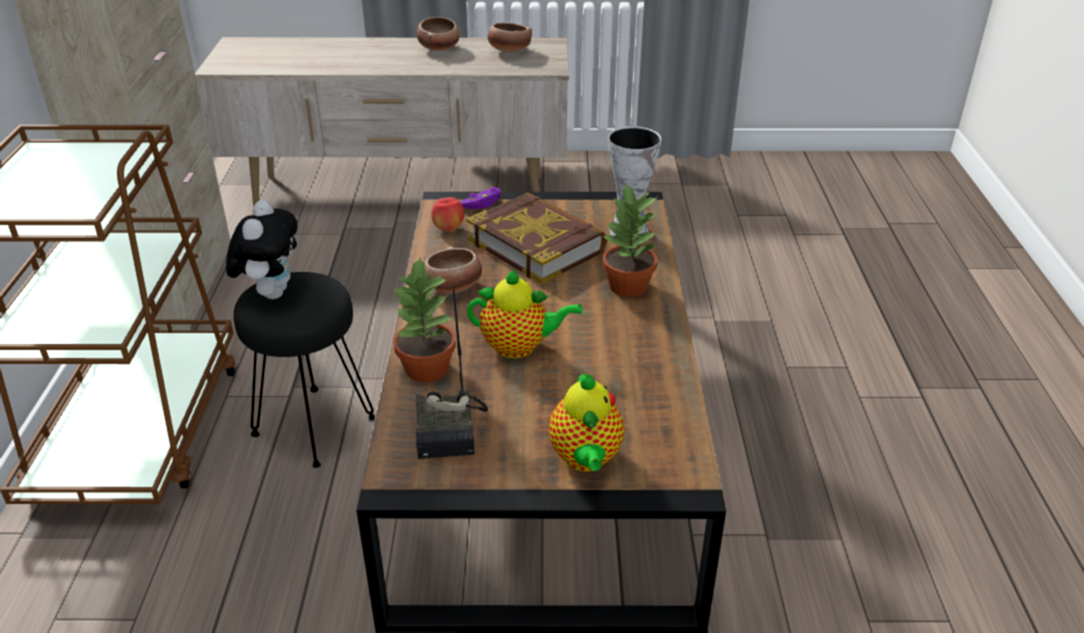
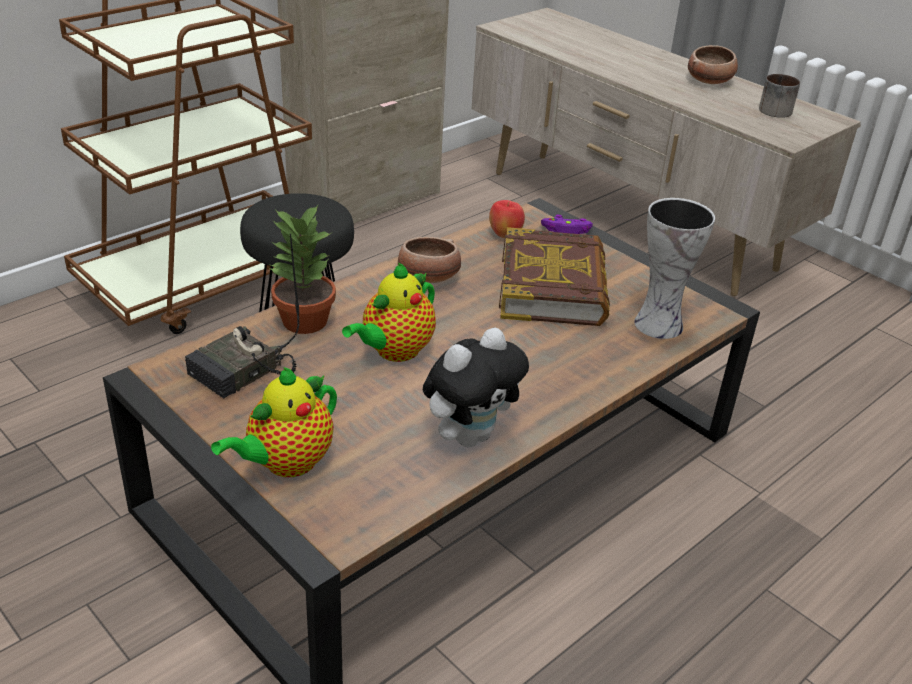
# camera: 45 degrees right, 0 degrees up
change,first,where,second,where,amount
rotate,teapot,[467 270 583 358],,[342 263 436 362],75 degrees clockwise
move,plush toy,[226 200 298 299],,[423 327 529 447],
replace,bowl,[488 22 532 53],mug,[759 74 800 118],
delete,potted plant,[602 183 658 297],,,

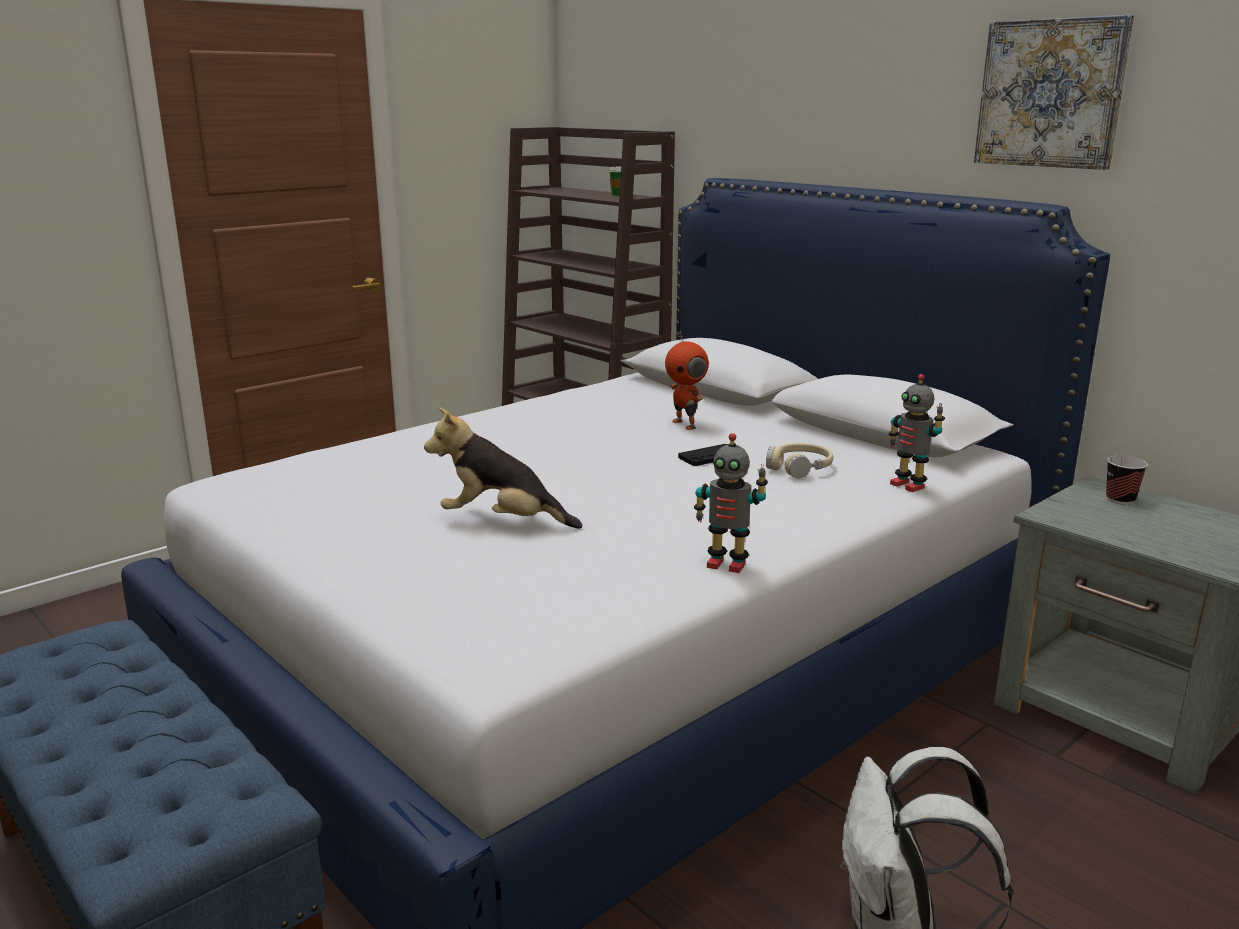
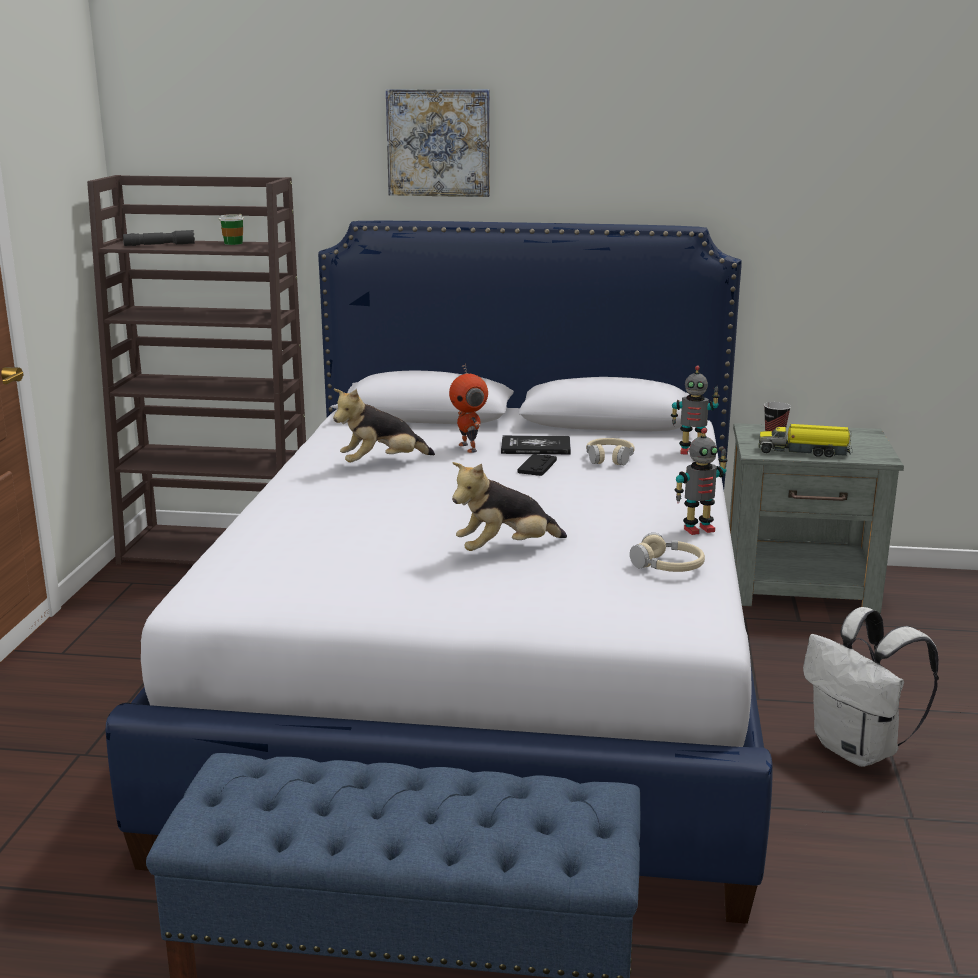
# camera: 40 degrees left, 0 degrees up
change,first,where,second,where,amount
insert,,,grey flashlight,[123 230 195 246],
insert,,,plush toy,[333 389 435 463],
move,picture,[974 15 1134 170],,[386 89 490 197],
rotate,toy robot,[665 330 709 430],,[449 363 488 453],45 degrees clockwise
insert,,,book,[501 435 571 455],
insert,,,beige headphones,[630 533 705 572],
insert,,,toy truck,[759 424 853 457],

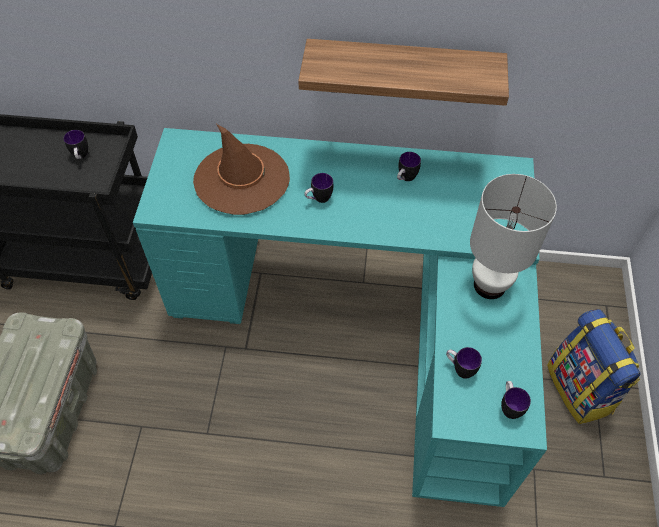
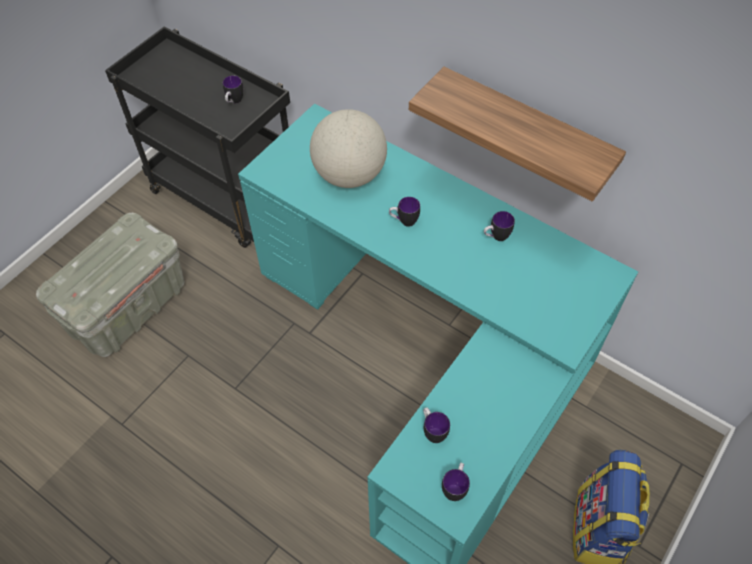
# camera: 30 degrees right, 0 degrees up
change,first,where,second,where,amount
replace,brown hat,[193 124 290 215],globe,[310 109 387 188],
delete,white table lamp,[470 174 557 299],,,

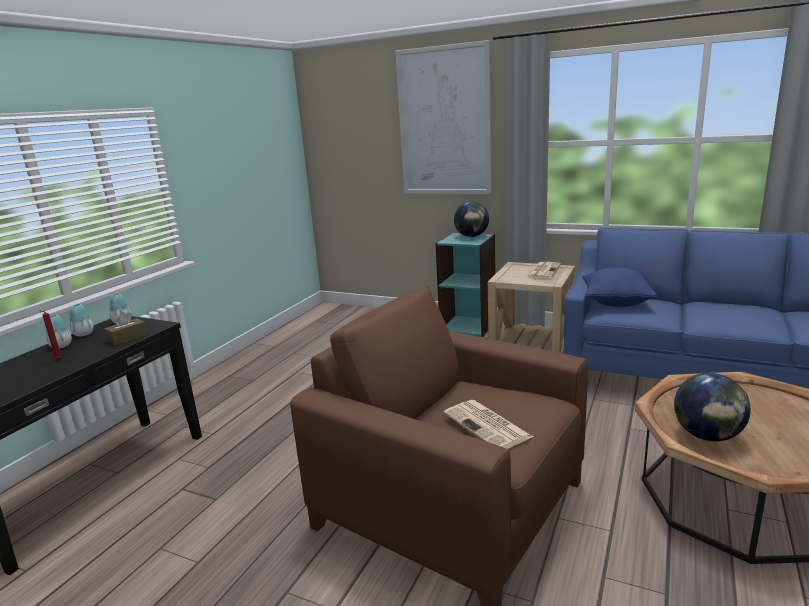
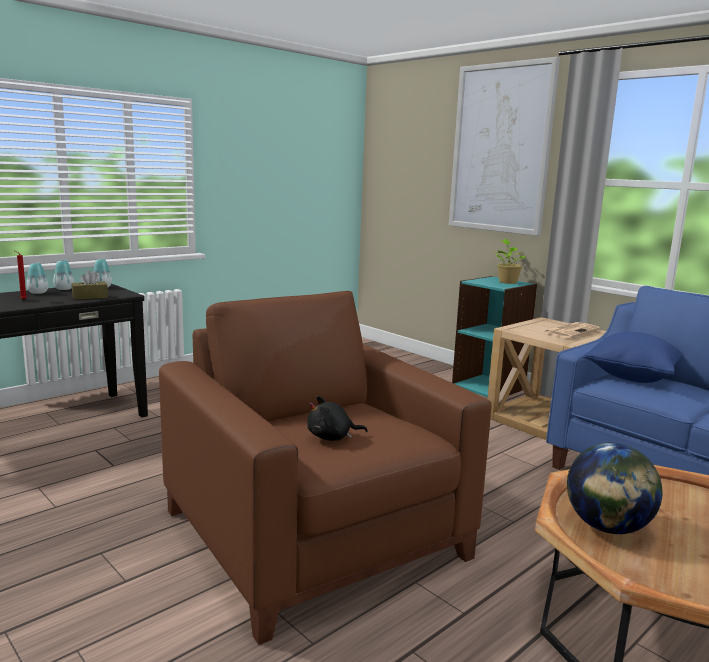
# camera: 20 degrees right, 5 degrees down
change,first,where,second,where,amount
replace,newspaper,[443 400 533 449],black plush toy,[307 396 368 441],
replace,globe,[454 201 489 237],potted plant,[493 239 525 284],

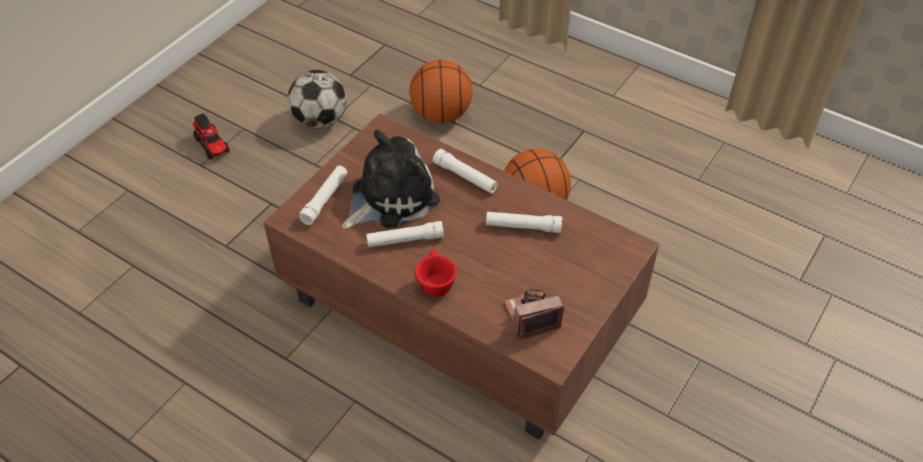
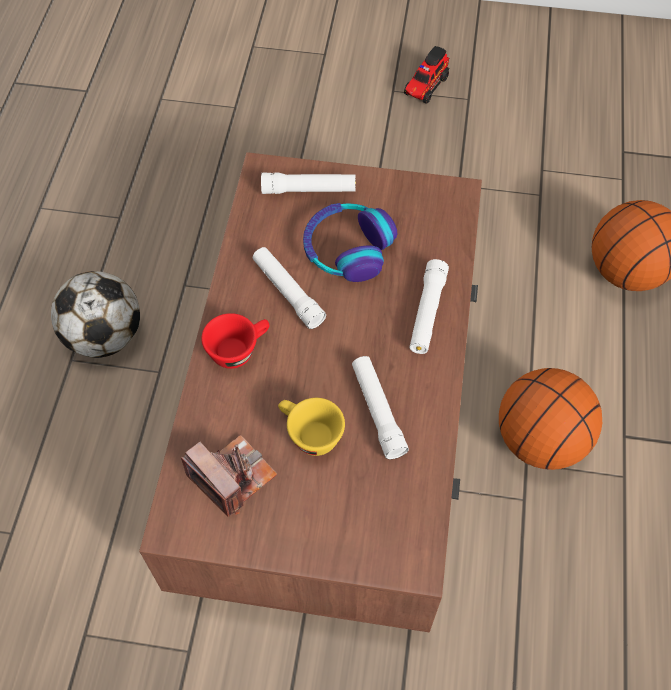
# camera: 65 degrees right, 10 degrees up
change,first,where,second,where,amount
move,football,[288 70 346 129],,[51 271 140 358],
insert,,,yellow cup,[278 398 345 456],
replace,plush toy,[342 130 440 229],headphones,[303 203 397 282],

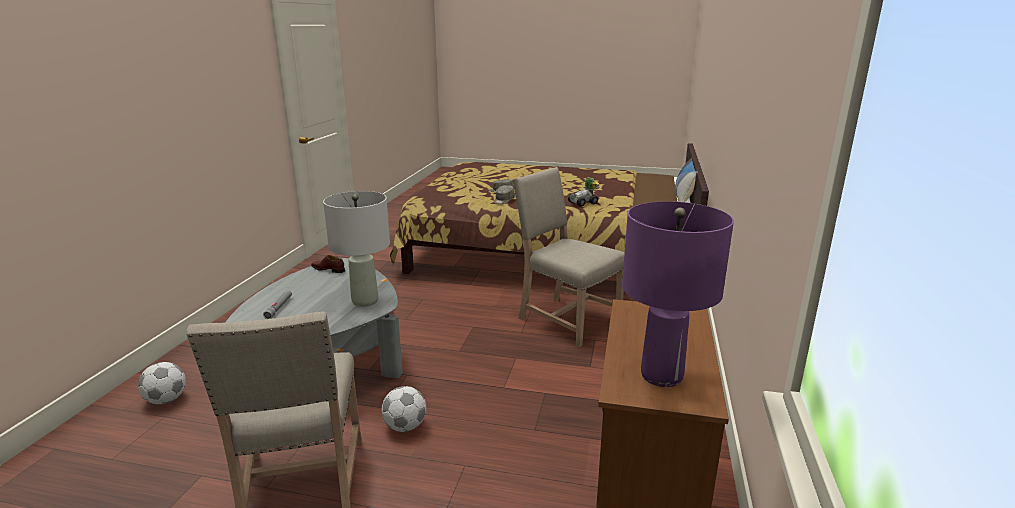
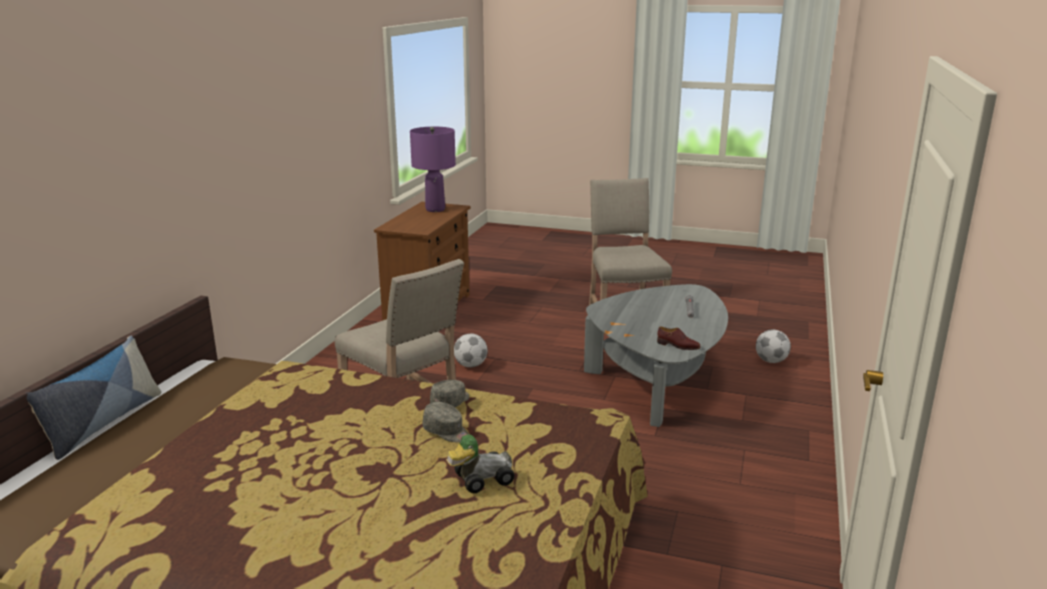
# camera: 175 degrees left, 0 degrees up
change,first,where,second,where,amount
move,toy car,[568 177 600 207],,[446 435 515 493],
move,football,[382 386 426 432],,[454 333 487 367],
delete,grey table lamp,[323 191 390 307],,,

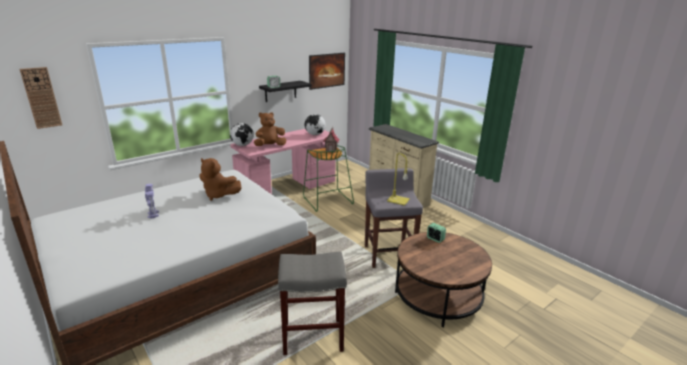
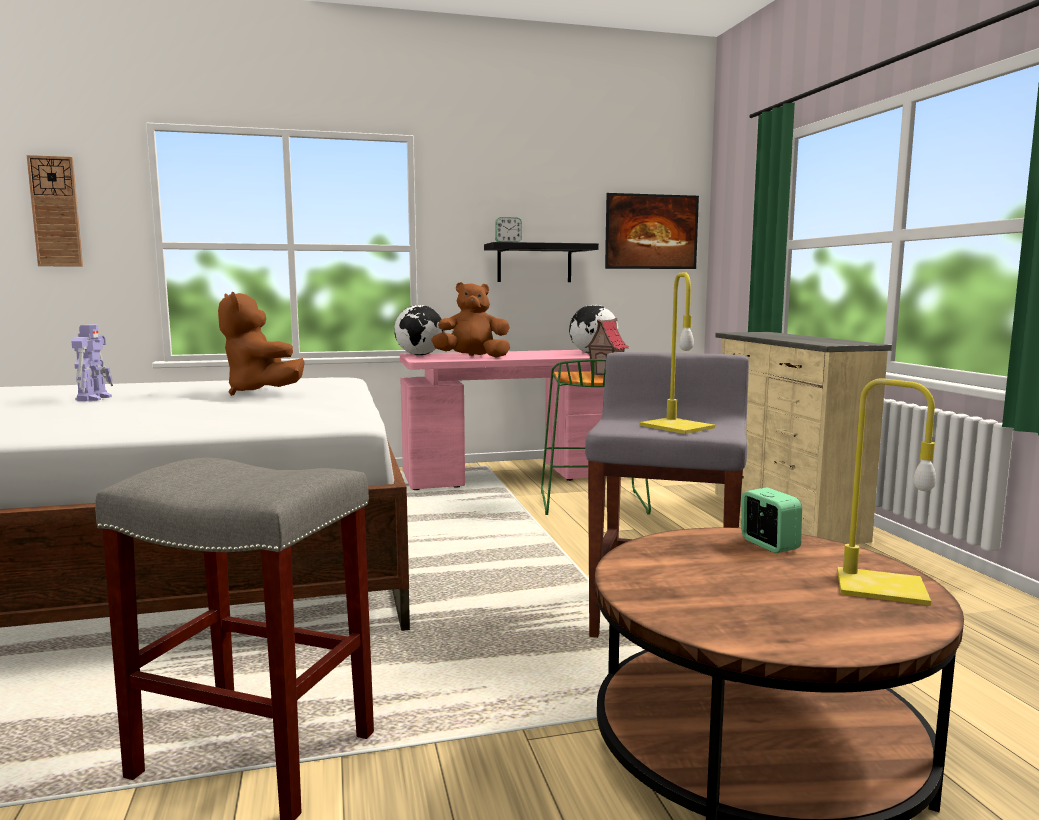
# camera: 25 degrees right, 15 degrees down
change,first,where,second,where,amount
insert,,,yellow table lamp,[837 378 936 606],

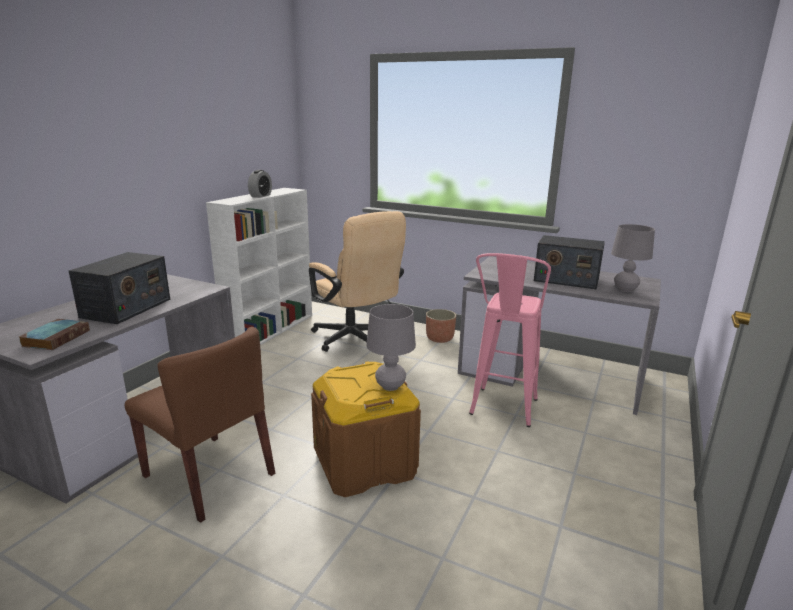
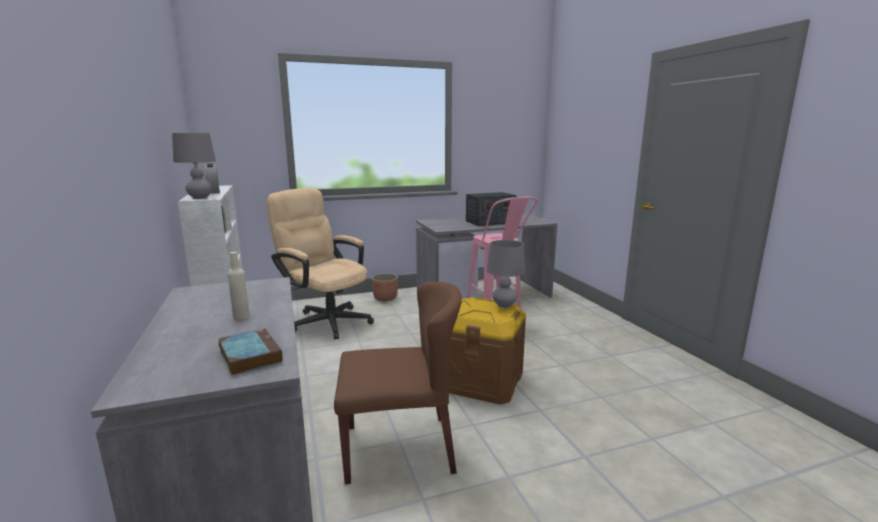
# camera: 45 degrees left, 5 degrees down
change,first,where,second,where,amount
move,grey table lamp,[611 224 655 292],,[172 133 216 199],
replace,radio,[69 252 170 324],beige bottle,[228 252 250 320],
rotate,beige office chair,[309 211 406 352],,[267 188 374 340],150 degrees counterclockwise

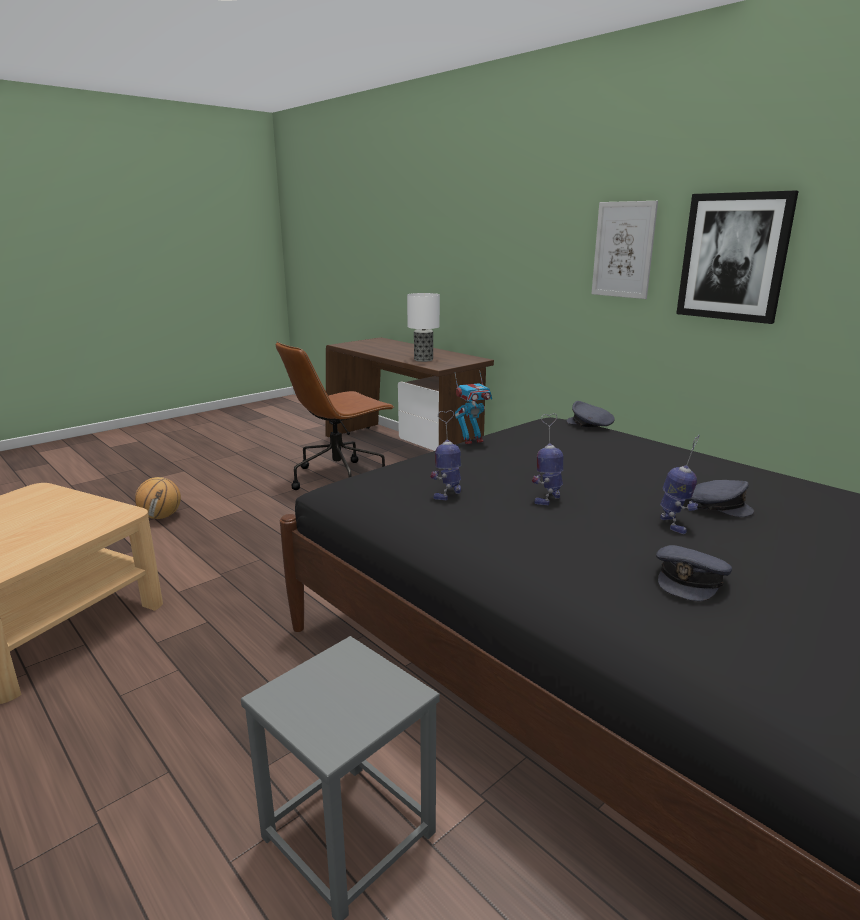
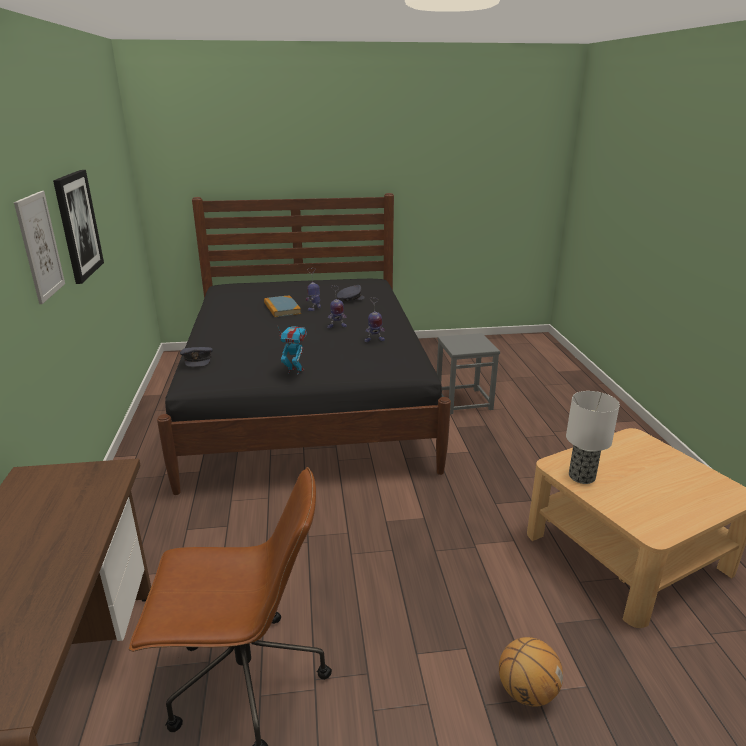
# camera: 145 degrees left, 5 degrees up
change,first,where,second,where,amount
replace,grey cap,[687 480 754 517],book,[264 295 301 317],
move,table lamp,[407 293 440 362],,[566 391 620 484],

